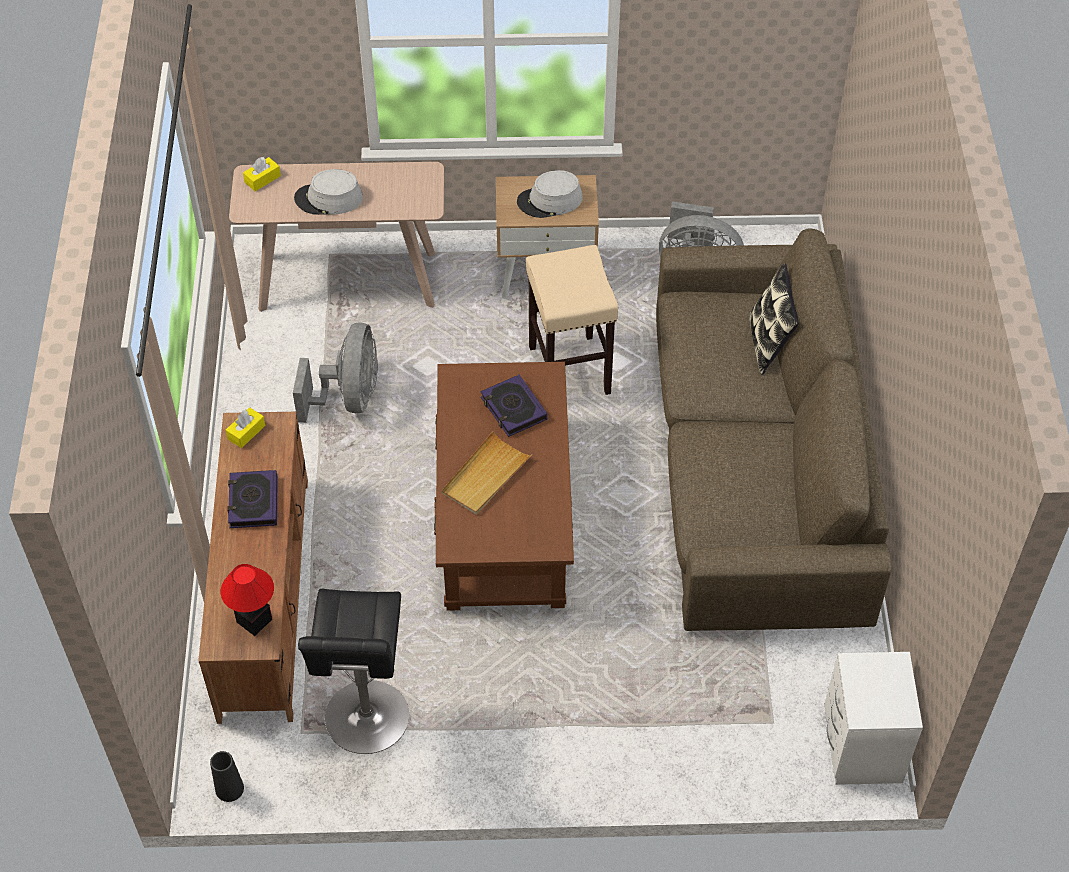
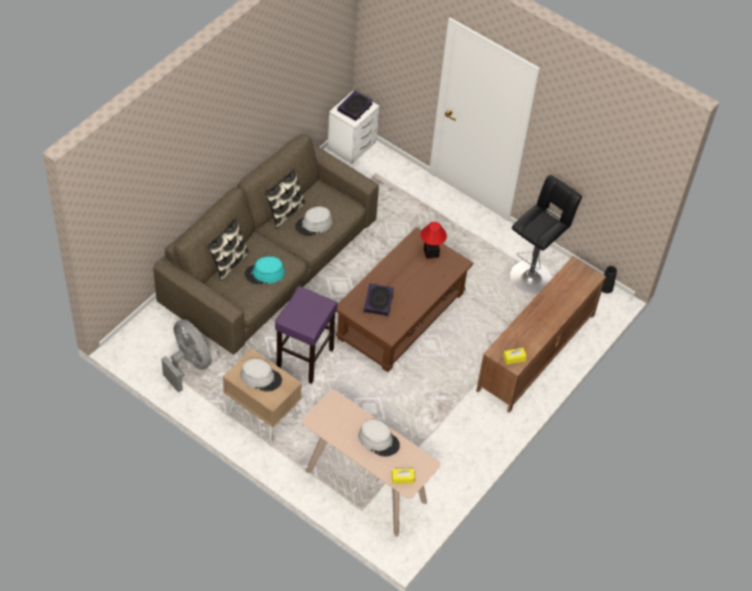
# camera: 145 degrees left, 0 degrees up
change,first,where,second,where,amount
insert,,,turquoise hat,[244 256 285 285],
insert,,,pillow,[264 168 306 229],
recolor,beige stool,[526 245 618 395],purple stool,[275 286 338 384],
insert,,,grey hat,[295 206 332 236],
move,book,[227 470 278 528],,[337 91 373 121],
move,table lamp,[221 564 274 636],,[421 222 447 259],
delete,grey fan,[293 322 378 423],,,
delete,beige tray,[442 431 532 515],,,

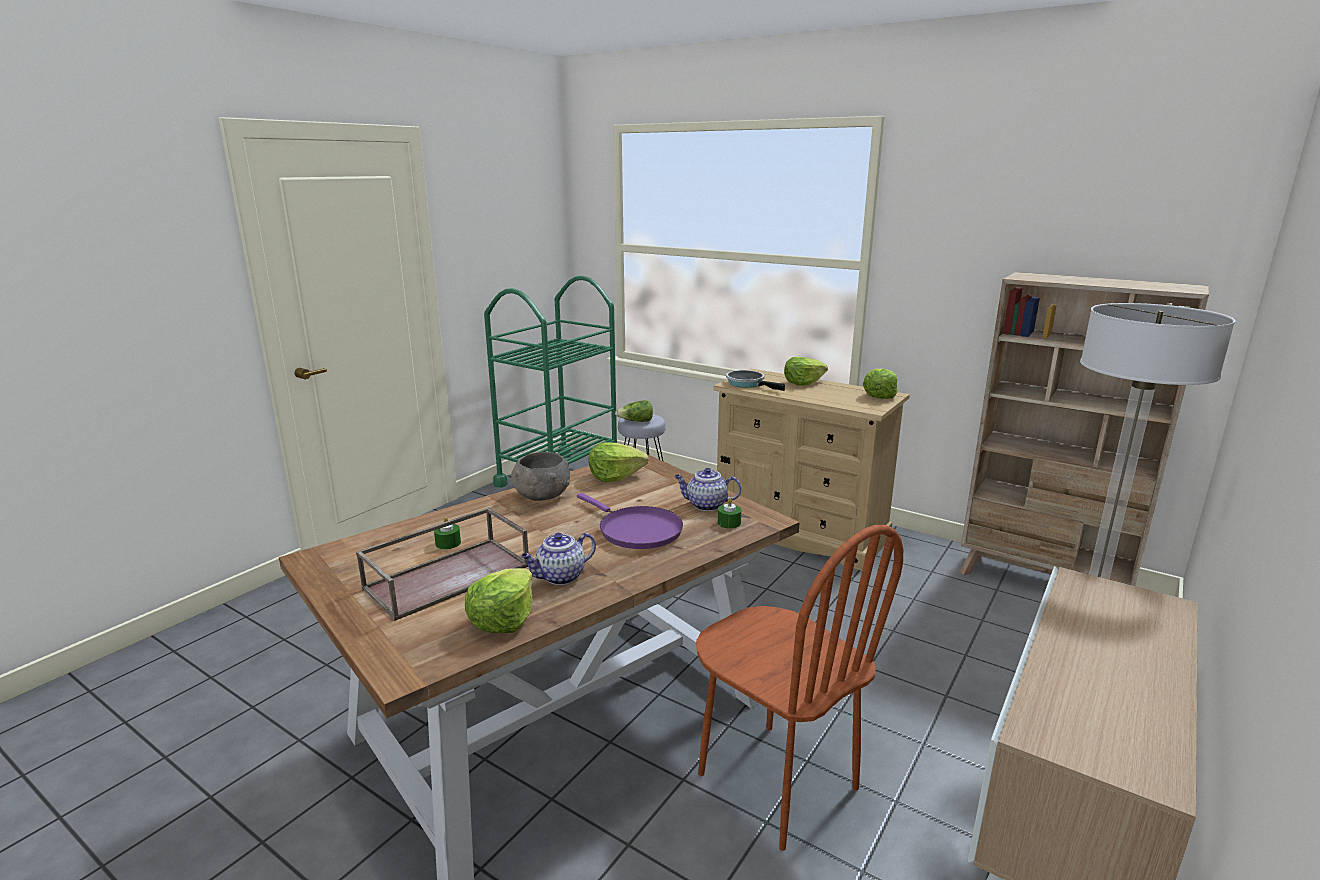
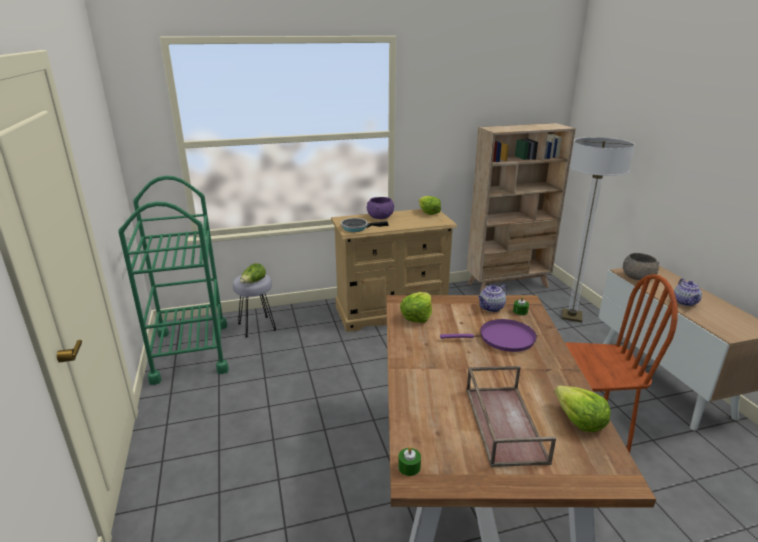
# camera: 50 degrees left, 5 degrees up
change,first,where,second,where,amount
replace,lettuce,[784 357 828 386],purple bowl,[367 197 394 219],
move,green candle,[434 517 461 549],,[398 447 421 476],
move,grey bowl,[511 452 570 501],,[623 253 659 280],
move,teapot,[521 533 596 585],,[674 278 702 306],

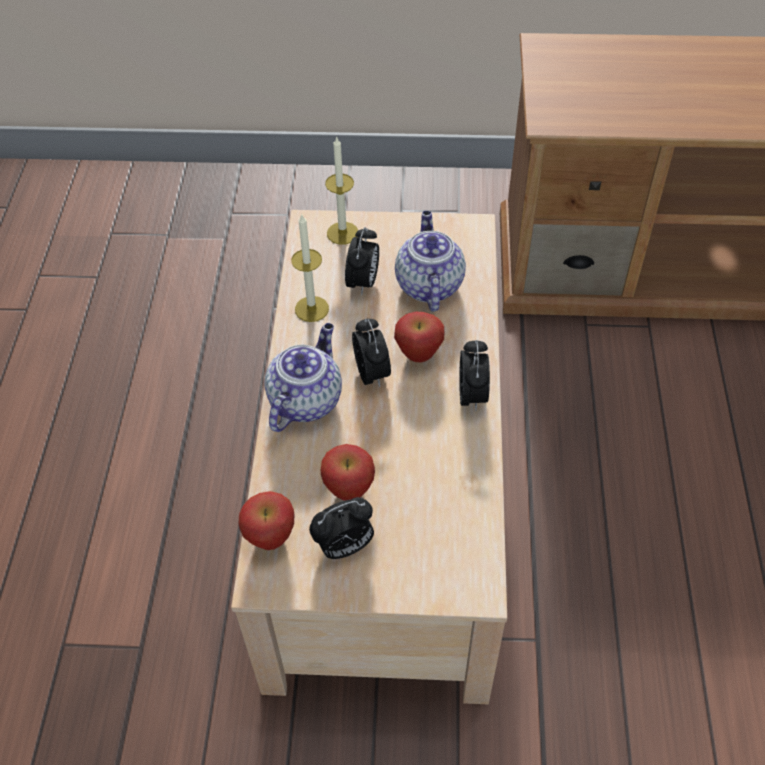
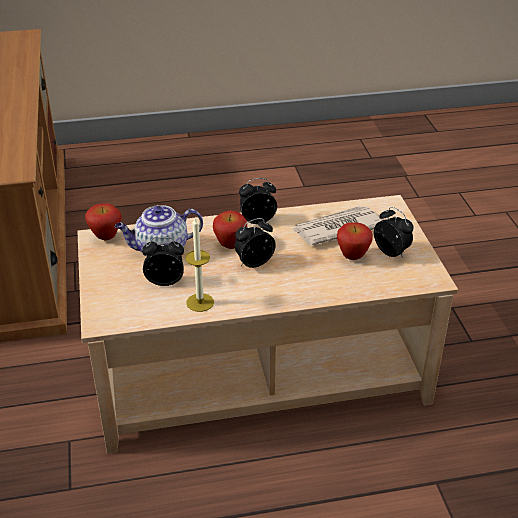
# camera: 105 degrees left, 15 degrees down
change,first,where,second,where,amount
move,apple,[239 491 294 550],,[85 203 122 240],
insert,,,newspaper,[293 206 382 245],
delete,teapot,[264 323 342 432],,,
delete,candle,[325 136 358 245],,,

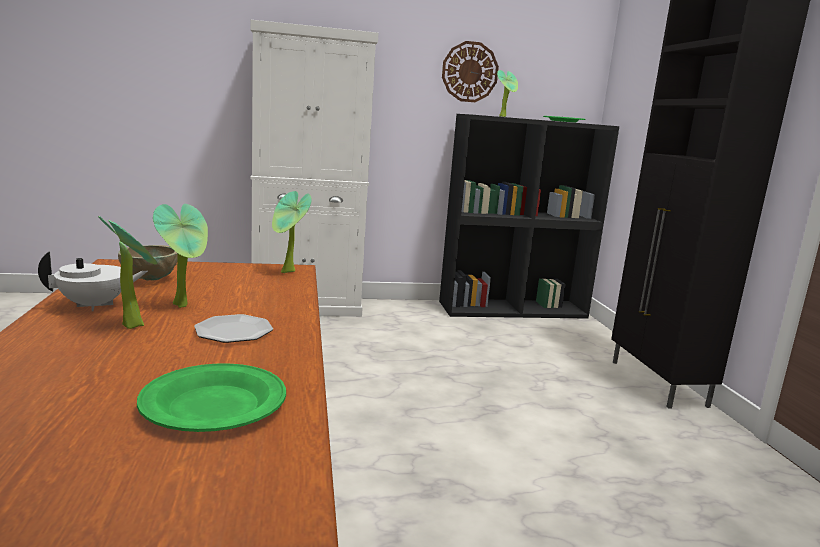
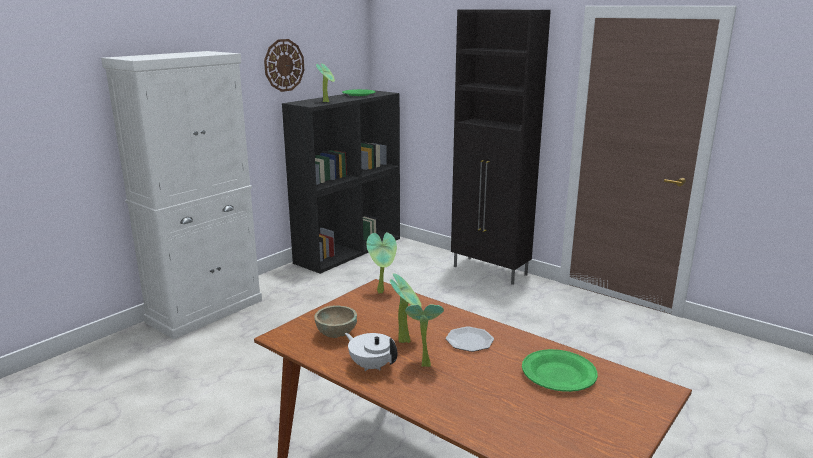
# camera: 40 degrees left, 5 degrees up
change,first,where,second,where,amount
rotate,white teapot,[38 251 148 311],,[345 333 398 371],75 degrees counterclockwise

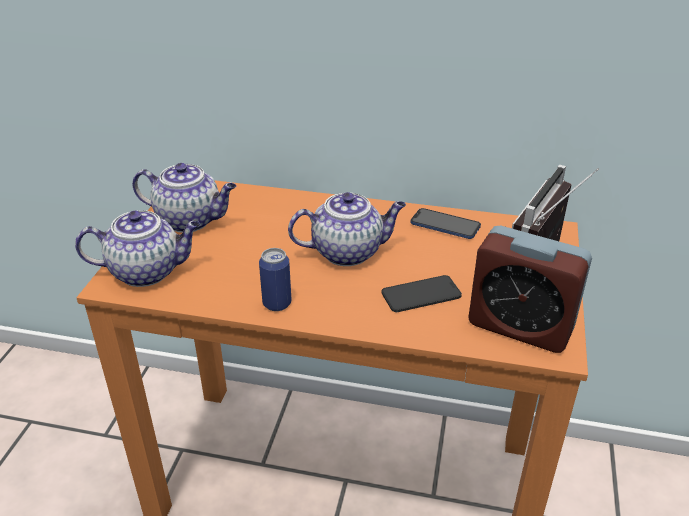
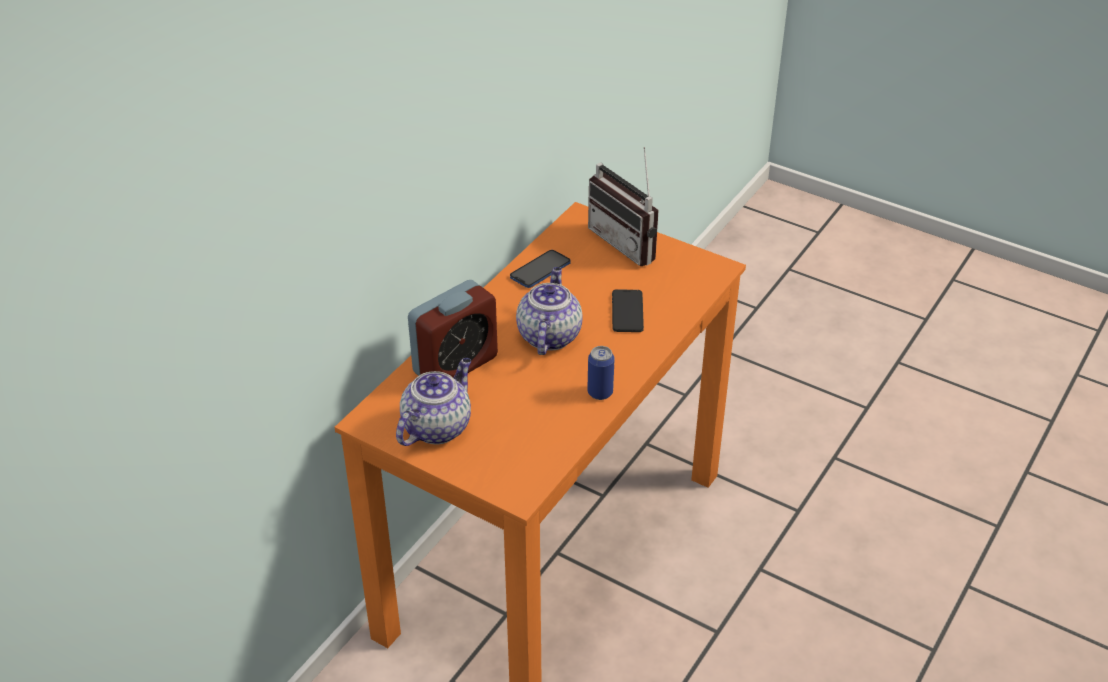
# camera: 70 degrees left, 5 degrees up
change,first,where,second,where,amount
move,alarm clock,[468 226 592 353],,[408 280 498 377],
delete,teapot,[75 210 201 287],,,

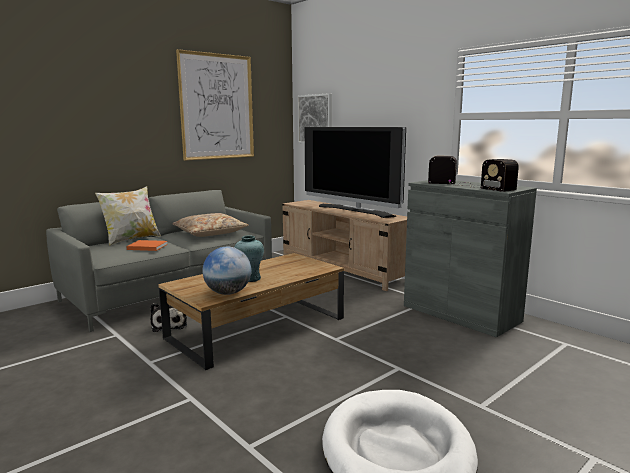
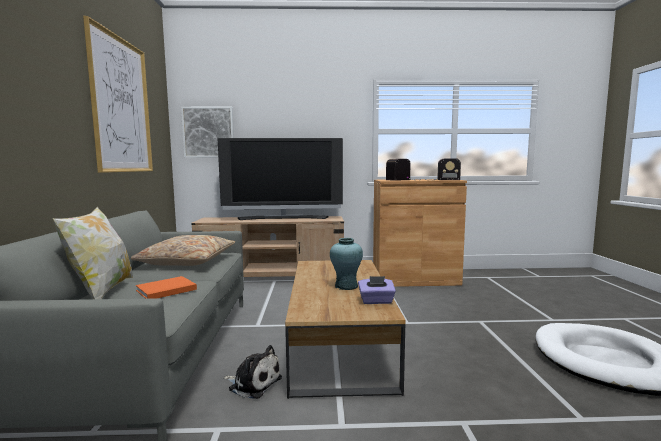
# camera: 50 degrees left, 5 degrees down
change,first,where,second,where,amount
replace,globe,[202 247 251 295],purple tissue box,[358 276 396 304],
recolor,grey cabinet,[404 180 537 338],brown cabinet,[373 179 467 287],

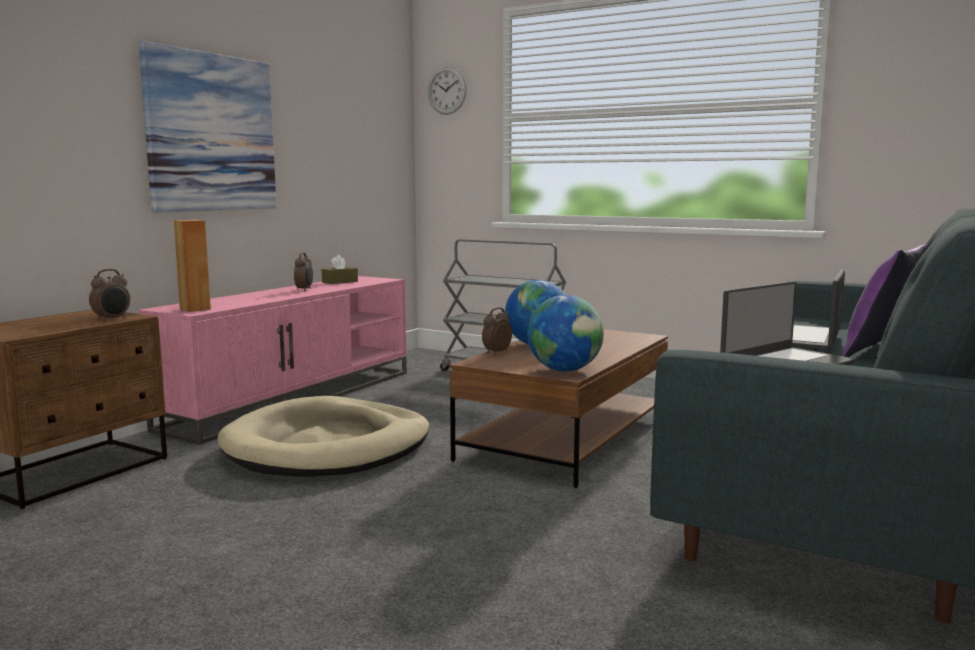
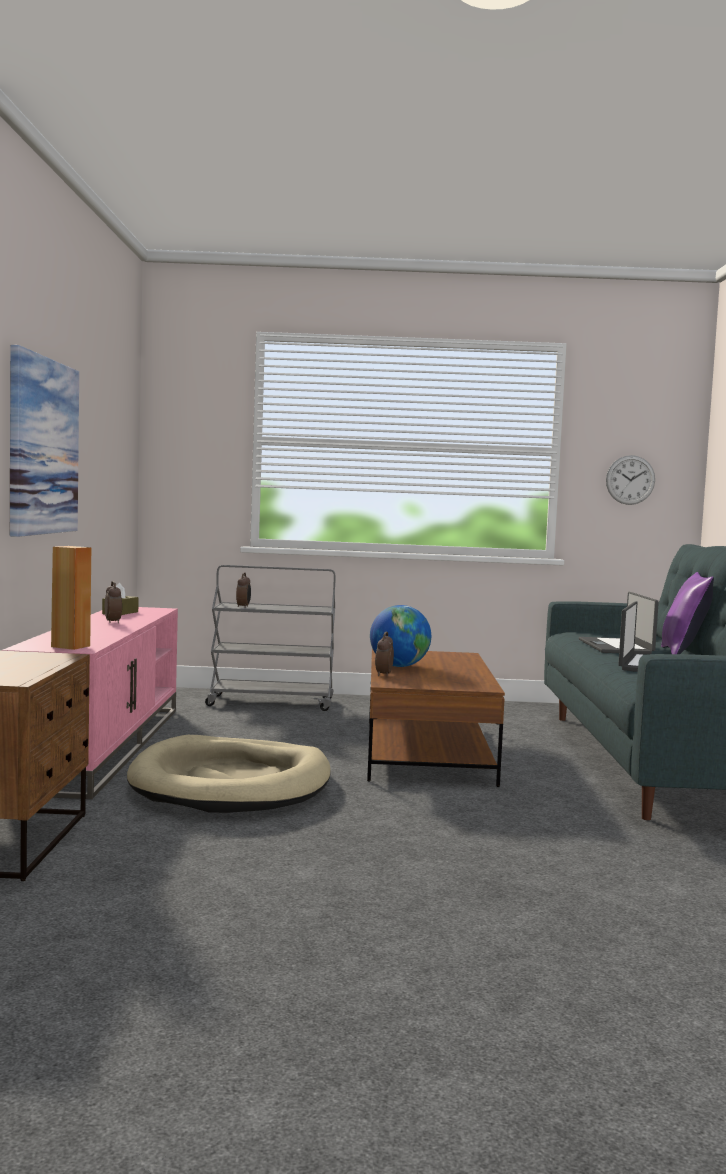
# camera: 30 degrees left, 5 degrees down
change,first,where,second,where,amount
move,alarm clock,[89 269 130 321],,[236 572 251 608],
move,wall clock,[428 67 467 115],,[606 455 655 505],
delete,globe,[527 295 604 371],,,

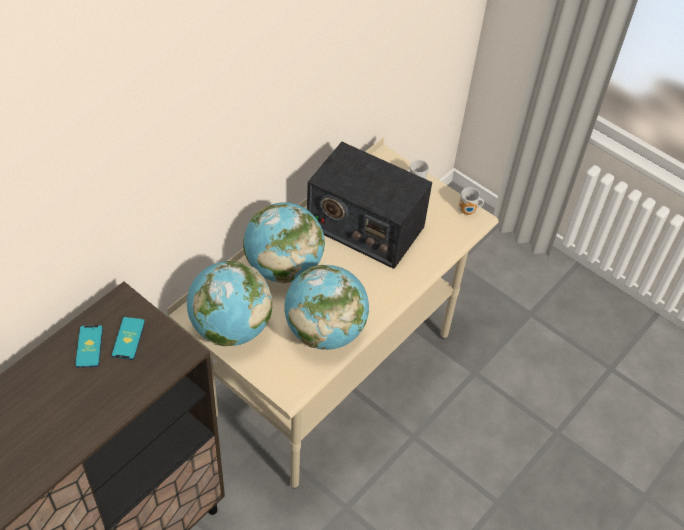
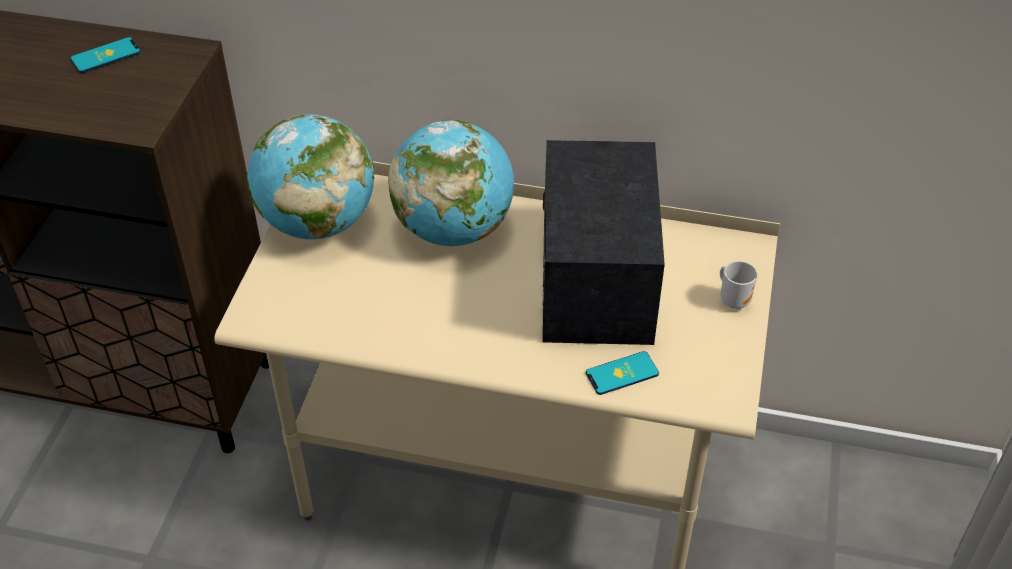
# camera: 65 degrees right, 5 degrees down
change,first,where,second,where,amount
move,phone,[111 317 145 360],,[586 351 659 395],
delete,globe,[284 265 369 350],,,
delete,mug,[459 187 484 215],,,

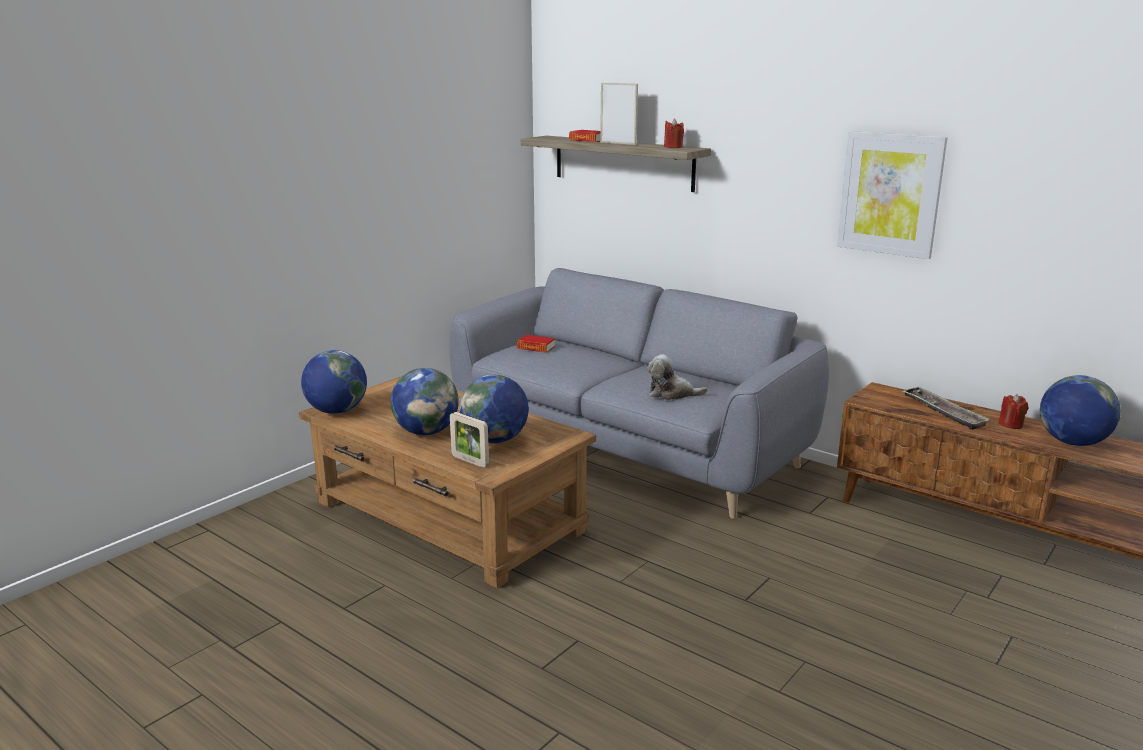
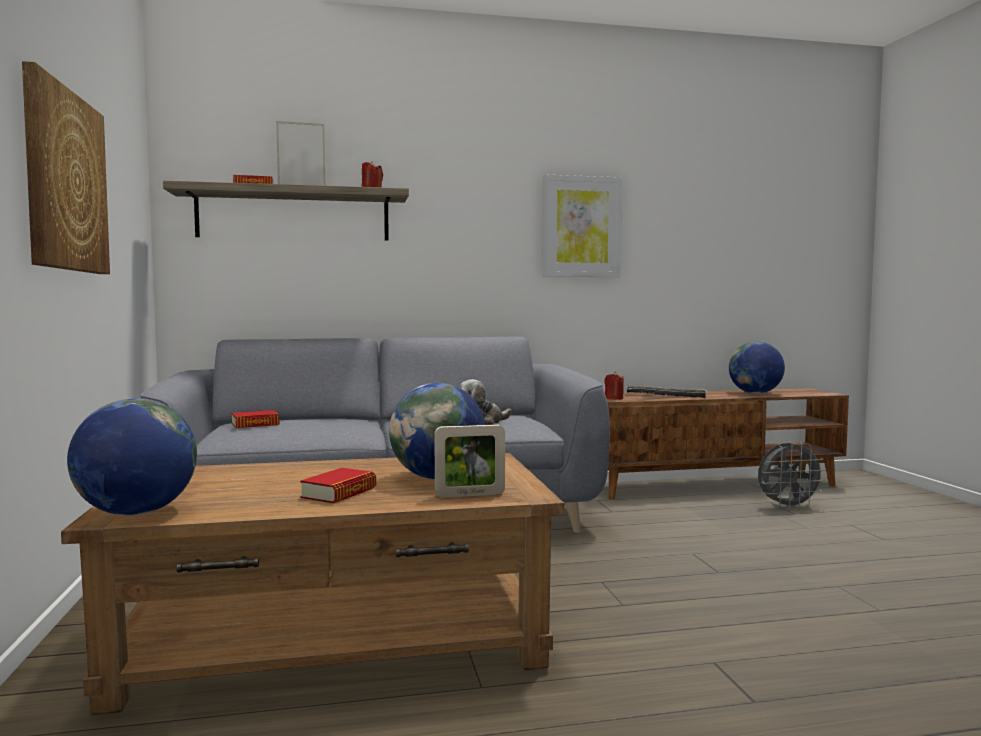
# camera: 50 degrees left, 15 degrees down
change,first,where,second,where,amount
insert,,,picture,[22 61 110 274],
replace,globe,[390 368 459 435],book,[300 468 376 503],
move,red candle,[998 394 1028 429],,[605 371 624 400],
insert,,,grey fan,[758 441 826 510],

